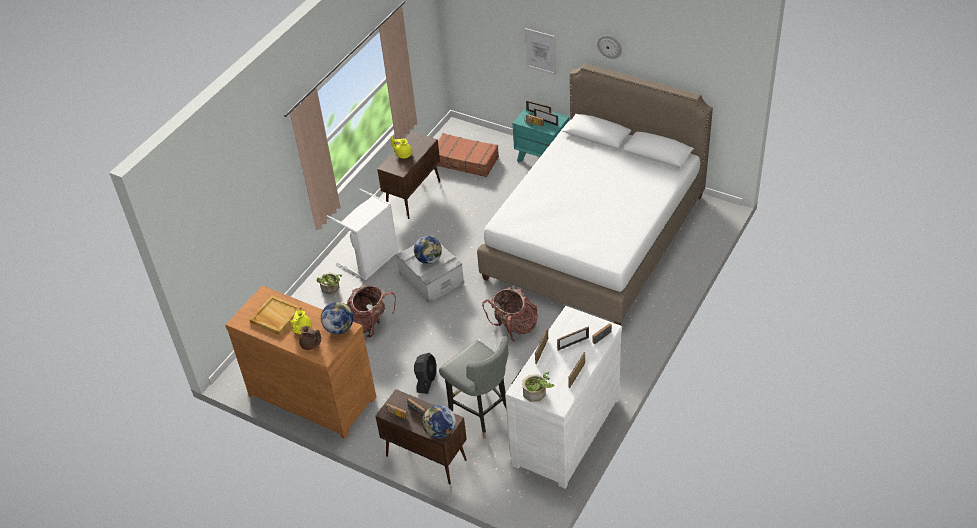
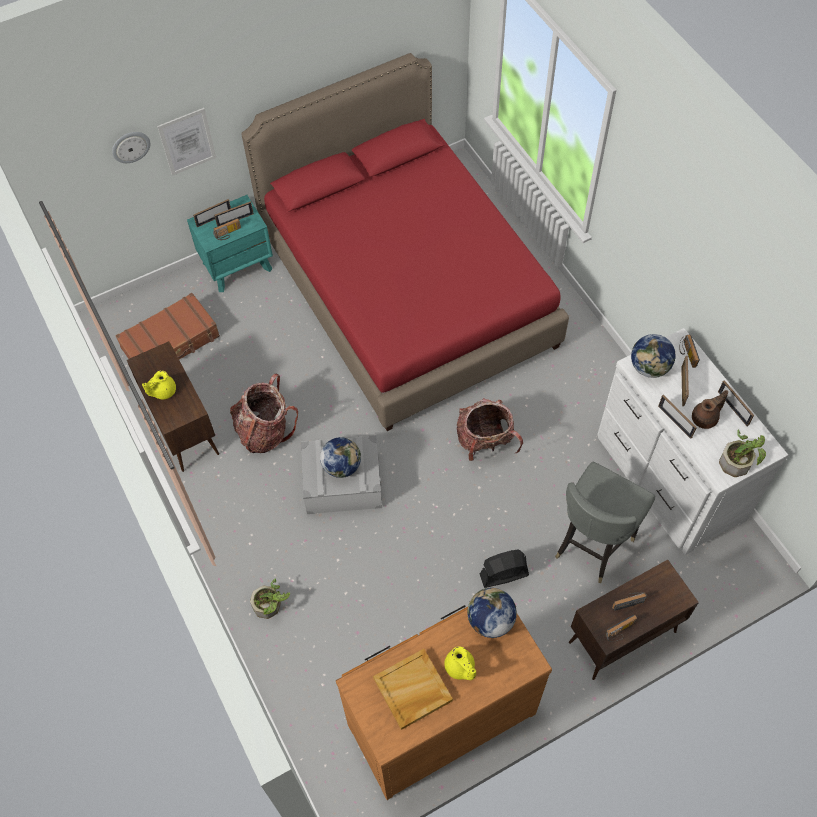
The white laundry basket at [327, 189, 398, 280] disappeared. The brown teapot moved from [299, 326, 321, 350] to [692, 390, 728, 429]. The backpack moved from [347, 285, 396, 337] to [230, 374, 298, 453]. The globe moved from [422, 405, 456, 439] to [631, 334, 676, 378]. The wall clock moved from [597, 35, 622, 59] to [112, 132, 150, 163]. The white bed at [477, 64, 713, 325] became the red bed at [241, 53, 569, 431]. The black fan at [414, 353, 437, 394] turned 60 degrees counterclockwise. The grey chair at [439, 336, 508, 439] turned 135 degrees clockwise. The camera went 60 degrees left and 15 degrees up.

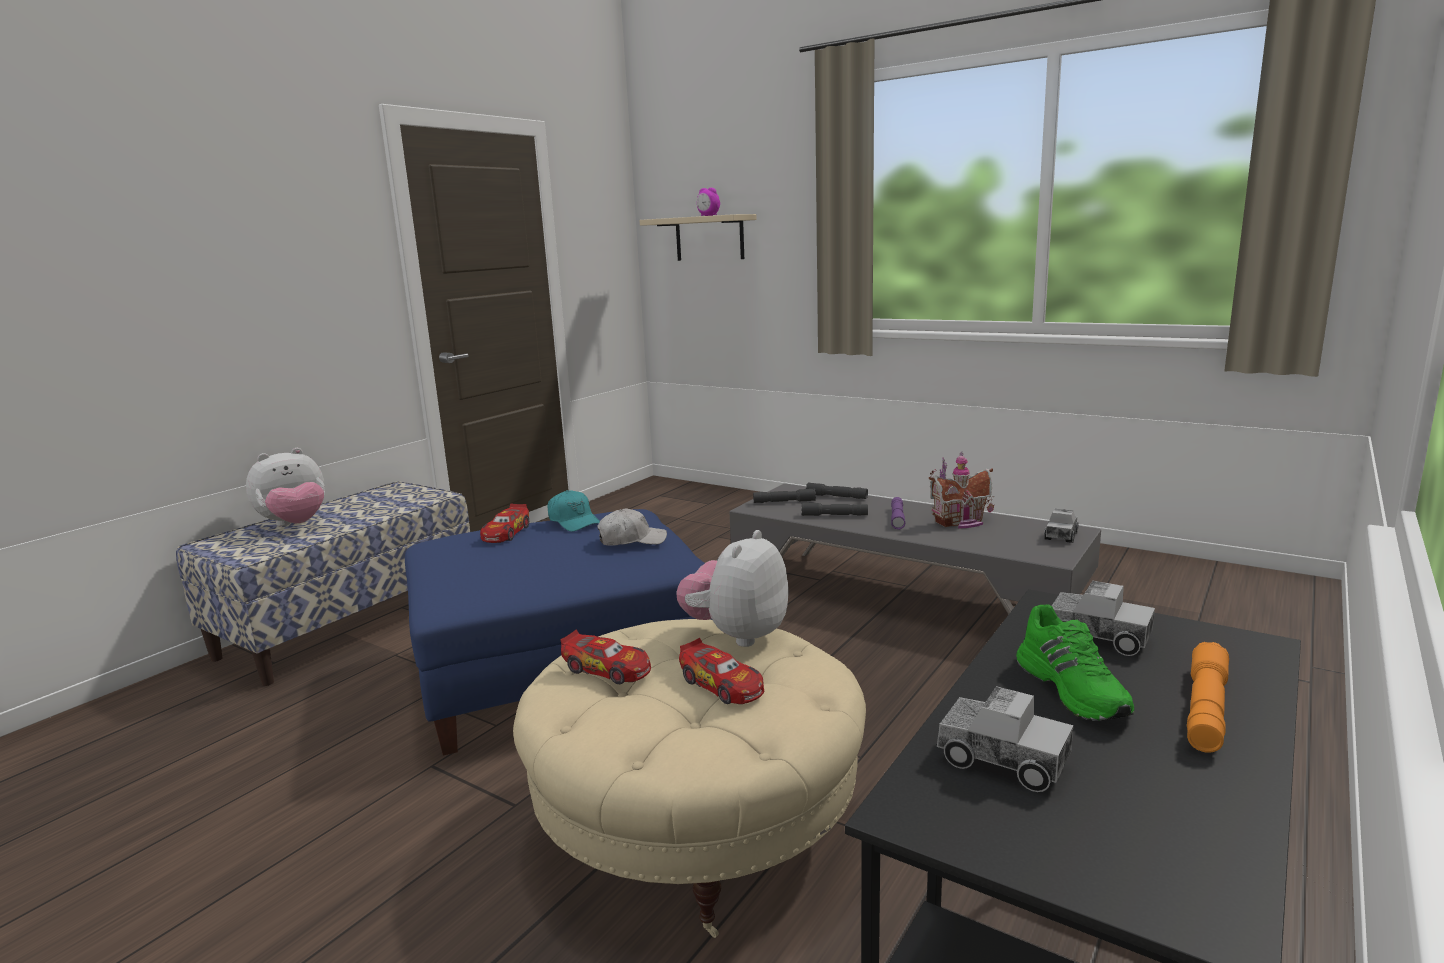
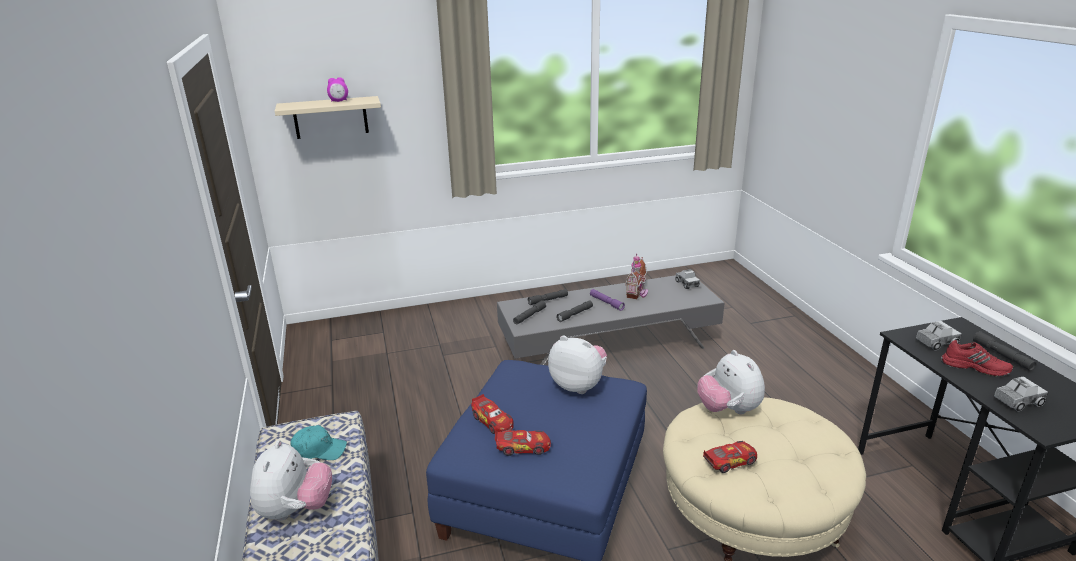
The turquoise cap moved from [547, 490, 600, 532] to [291, 425, 347, 460]. The toy car moved from [679, 638, 764, 704] to [495, 430, 551, 456]. The white cap at [597, 508, 667, 546] was replaced by the plush toy at [548, 335, 607, 394]. The green shoe at [1016, 605, 1134, 721] became the red shoe at [941, 340, 1013, 376]. The orange flashlight at [1187, 642, 1229, 753] became the grey flashlight at [973, 331, 1036, 371]. The camera went 50 degrees left and 10 degrees up.

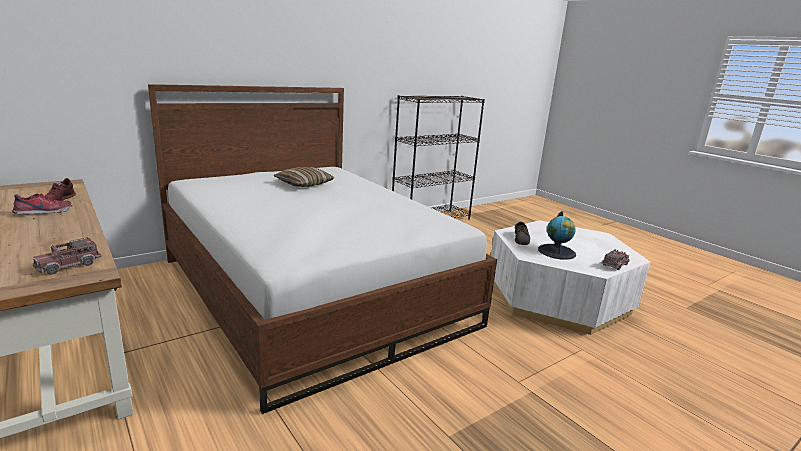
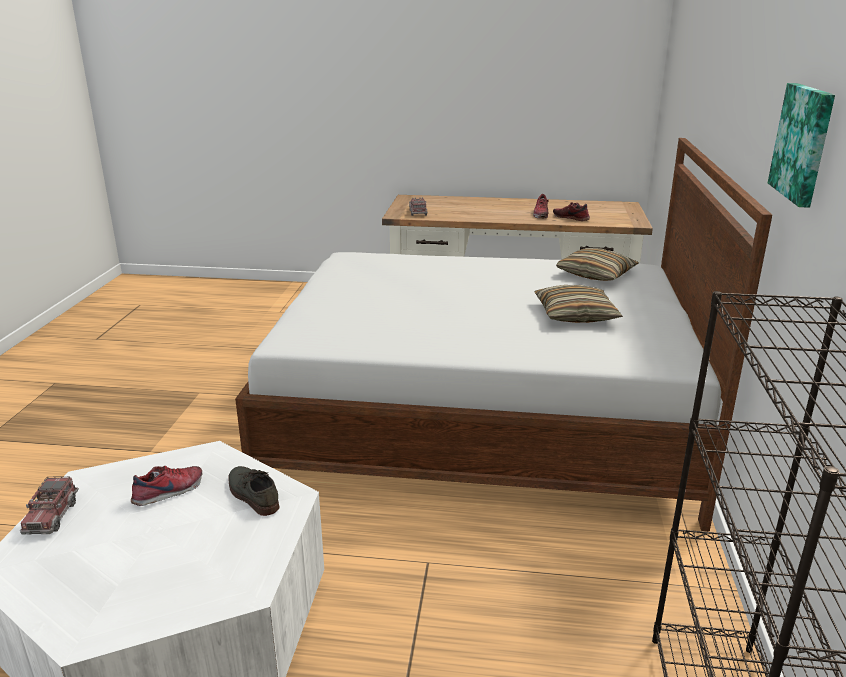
The pillow at [556, 248, 639, 281] appeared. The picture at [768, 83, 835, 208] appeared. The globe at [538, 211, 576, 260] was replaced by the shoe at [131, 466, 203, 506]. The camera went 135 degrees right and 5 degrees up.

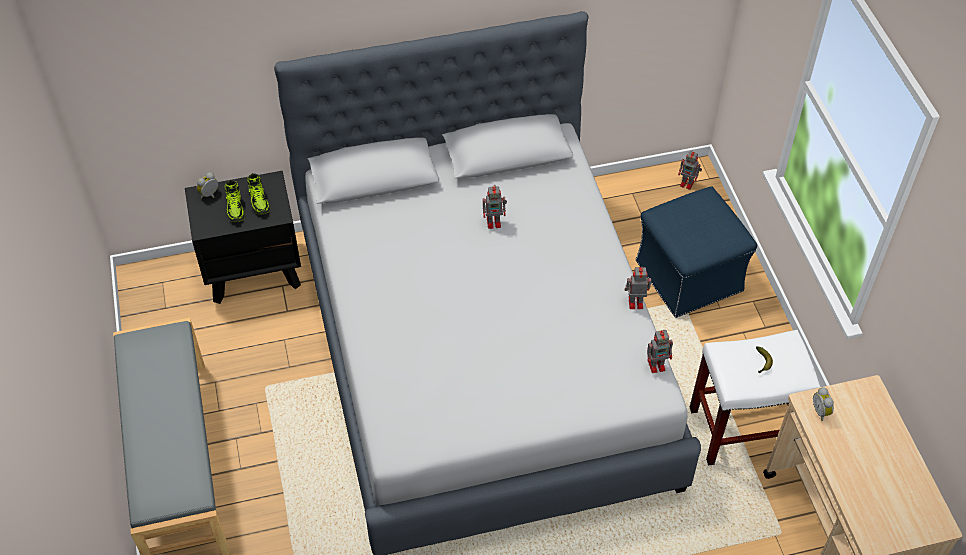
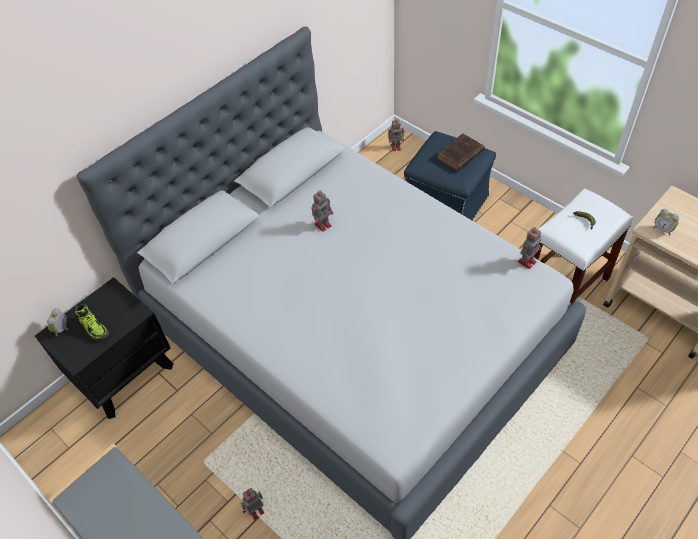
The shoe at [247, 173, 270, 215] disappeared. The brown book at [436, 133, 485, 172] appeared. The toy robot moved from [625, 266, 651, 309] to [241, 488, 264, 520]. The camera went 30 degrees left and 0 degrees up.

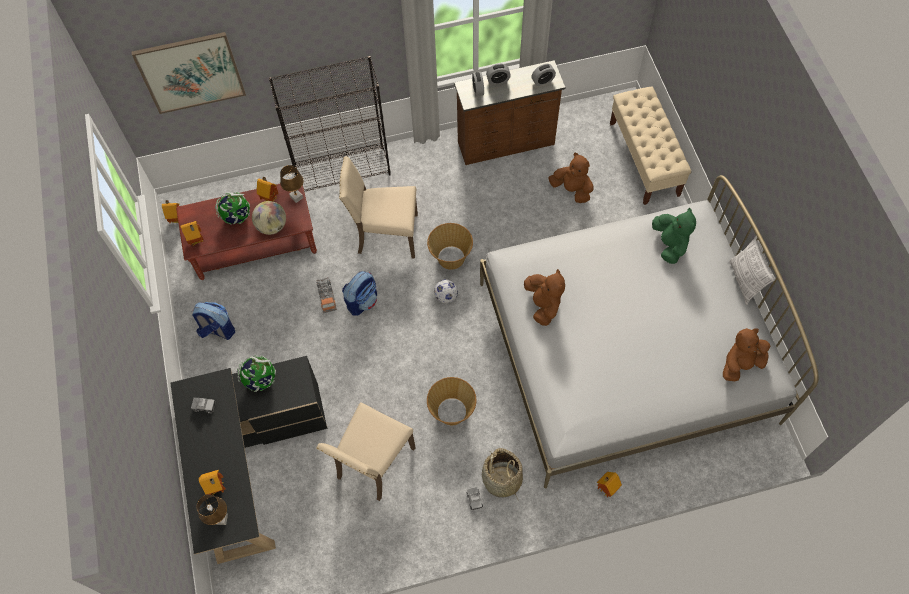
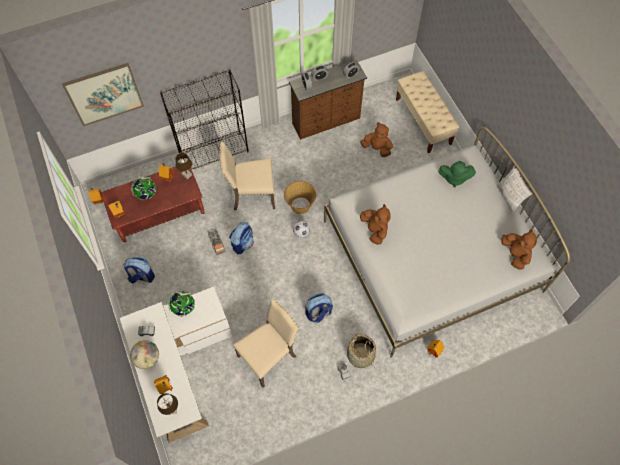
The globe moved from [252, 201, 286, 235] to [130, 340, 159, 369]. The basket at [427, 377, 476, 425] was replaced by the backpack at [305, 293, 333, 323]. The black desk at [170, 356, 328, 564] became the white desk at [120, 287, 232, 443]. The beige chair at [316, 402, 416, 501] turned 150 degrees counterclockwise. The green plush toy at [652, 208, 696, 264] turned 120 degrees clockwise. The brown plush toy at [723, 328, 770, 381] turned 105 degrees clockwise. The camera went 10 degrees left and 0 degrees up.

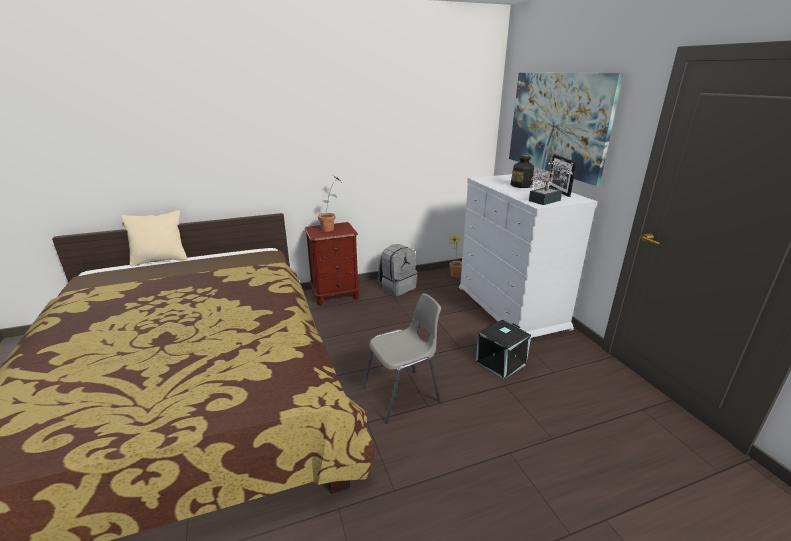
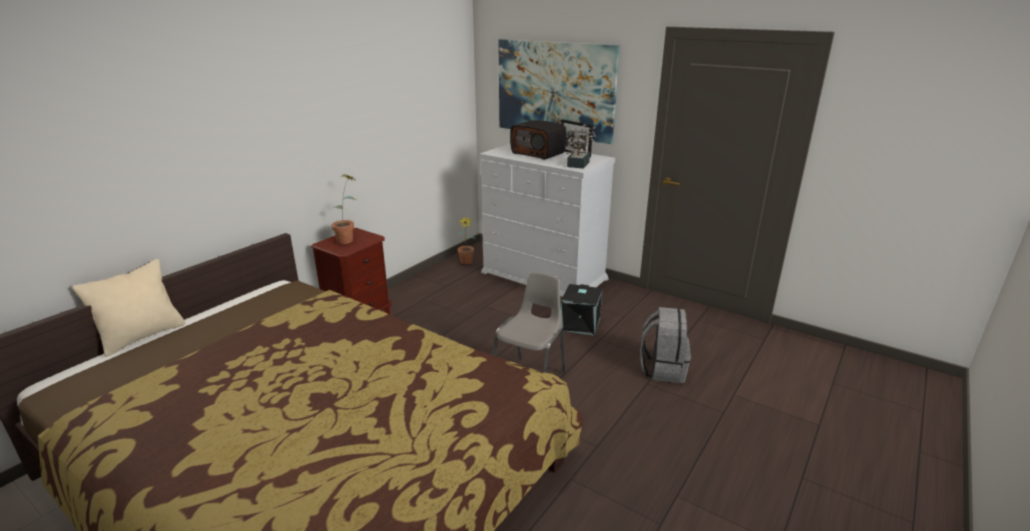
The grey backpack moved from [378, 244, 417, 296] to [640, 307, 691, 383]. The bottle at [510, 155, 534, 188] was replaced by the radio at [510, 120, 566, 160]. The camera went 35 degrees left and 0 degrees up.

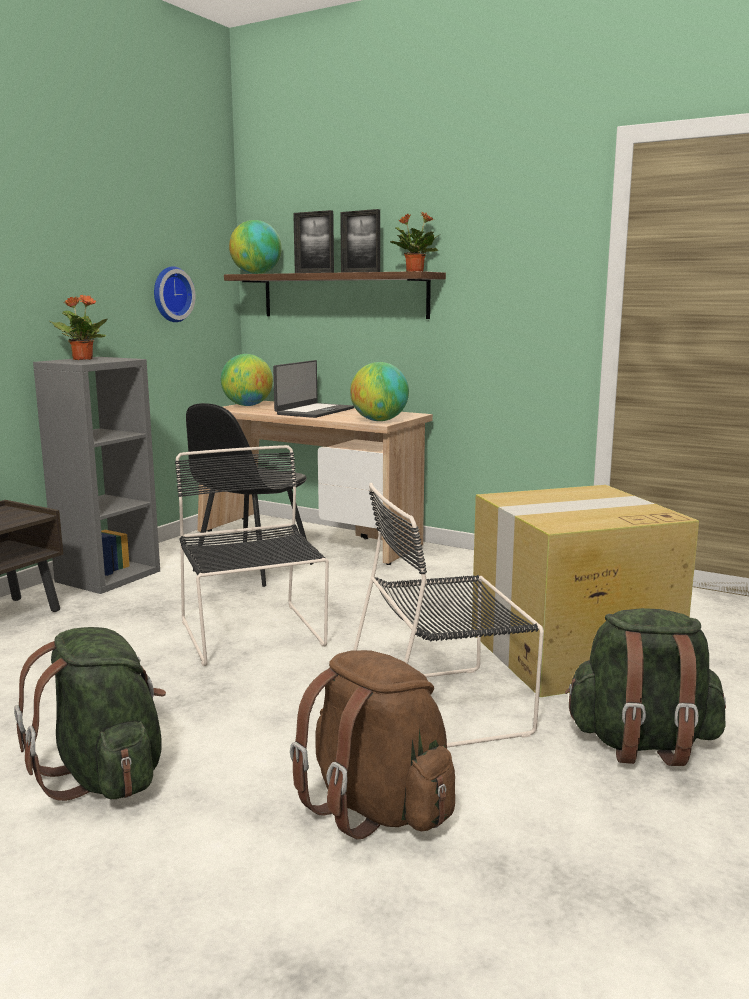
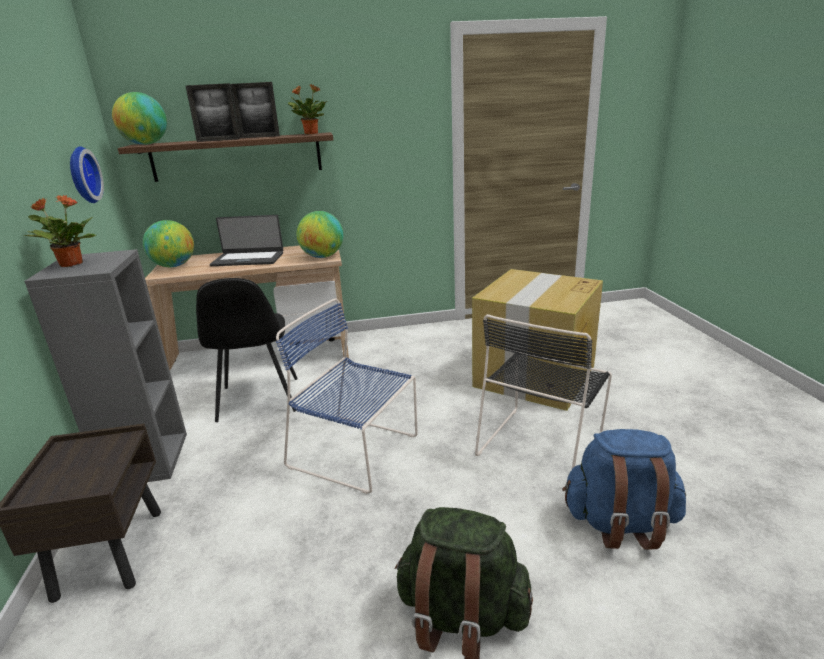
The green backpack at [565, 608, 726, 766] disappeared. The black chair at [175, 445, 329, 666] became the blue chair at [276, 298, 418, 494]. The brown backpack at [290, 650, 455, 839] became the blue backpack at [562, 429, 686, 550]. The laptop at [273, 360, 354, 418] turned 105 degrees clockwise. The camera went 40 degrees left and 10 degrees up.

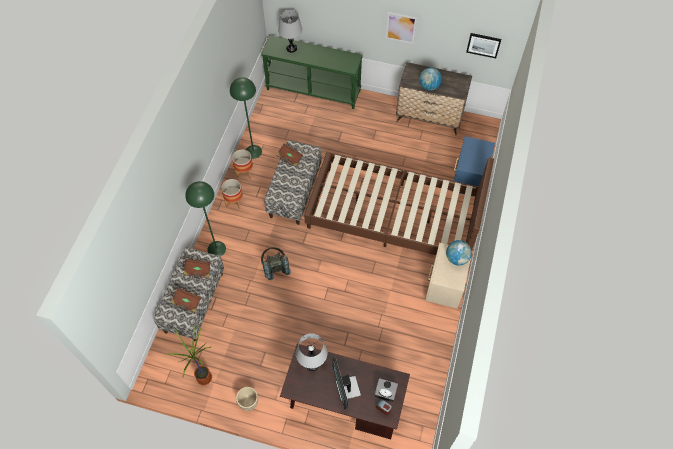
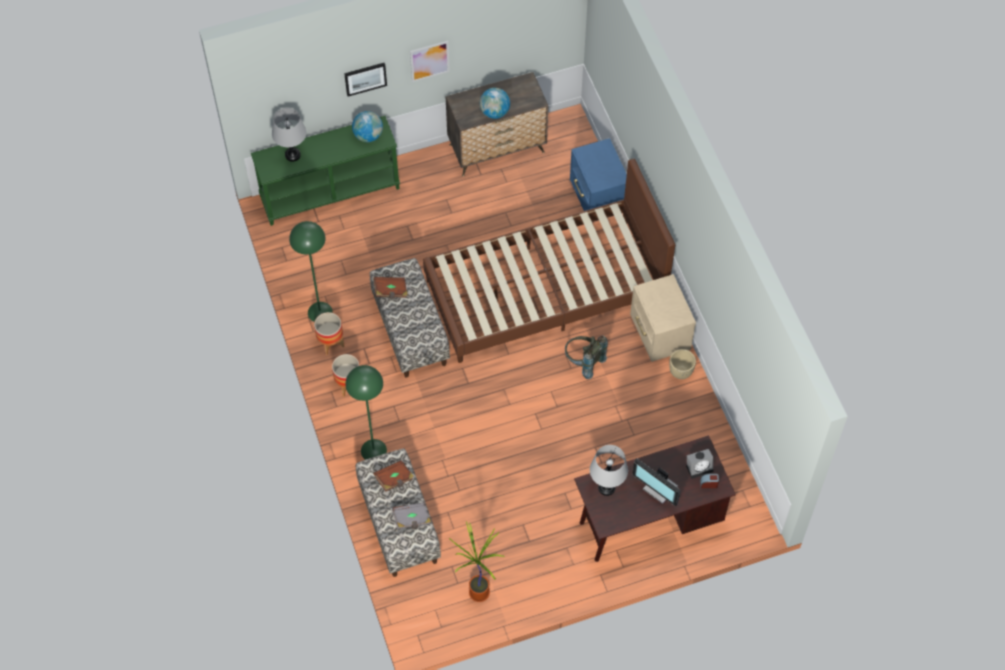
The beige planter moved from [236, 387, 258, 411] to [669, 349, 696, 379]. The grey backpack moved from [261, 247, 291, 280] to [565, 335, 608, 379]. The globe moved from [446, 240, 472, 265] to [352, 111, 383, 142]. The picture moved from [466, 33, 501, 58] to [344, 63, 387, 97]. The brown book at [171, 288, 201, 313] became the grey book at [392, 502, 431, 529]. The camera went 35 degrees left and 0 degrees up.

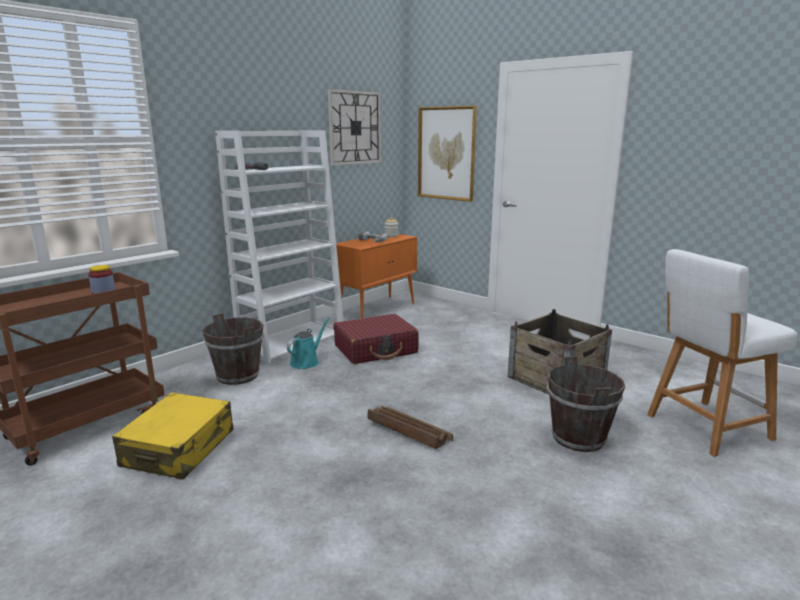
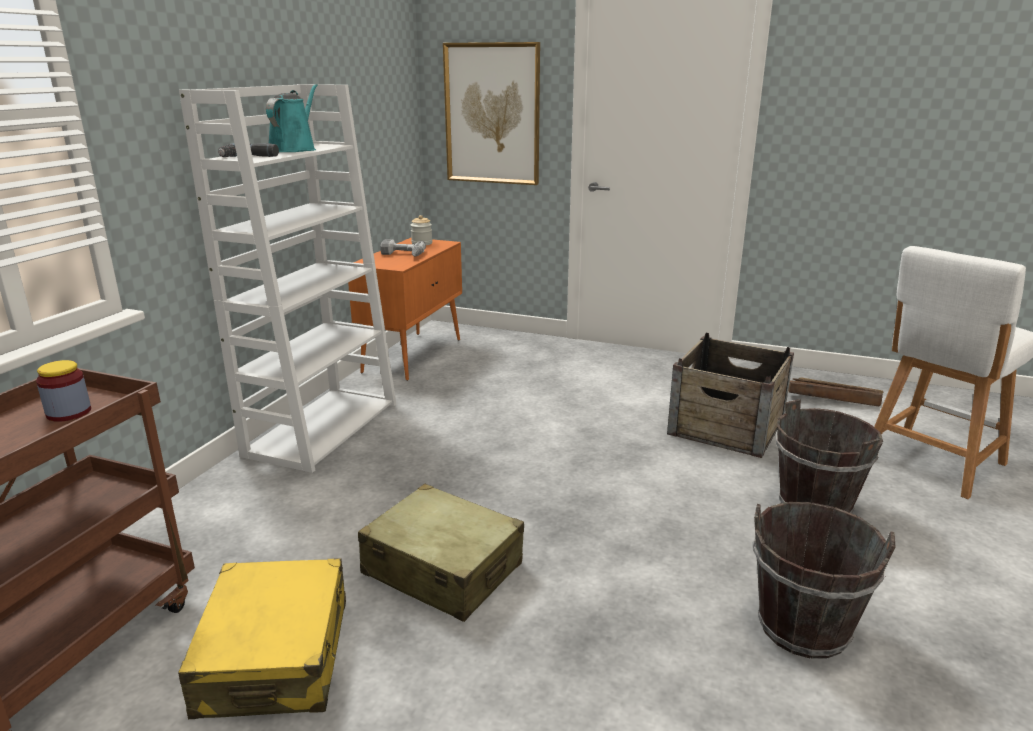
The wall clock at [328, 89, 381, 166] disappeared. The red suitcase at [334, 314, 419, 364] disappeared. The beige suitcase at [358, 484, 524, 622] appeared. The brown bucket moved from [202, 313, 264, 385] to [753, 502, 896, 659]. The turquoise watering can moved from [287, 317, 330, 369] to [266, 84, 318, 152]. The crate moved from [367, 406, 453, 449] to [788, 377, 884, 406]. The camera went 20 degrees left and 5 degrees up.

